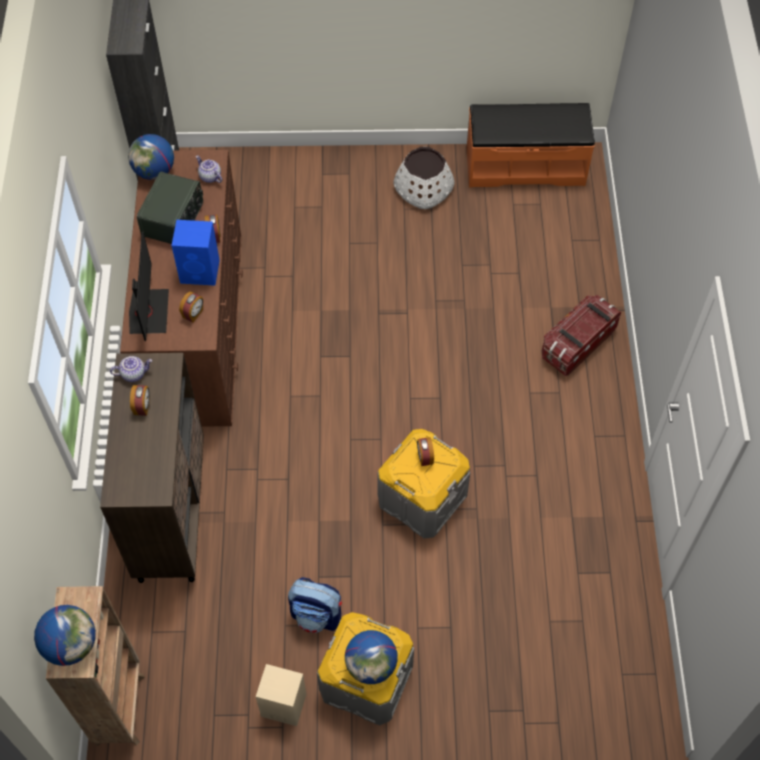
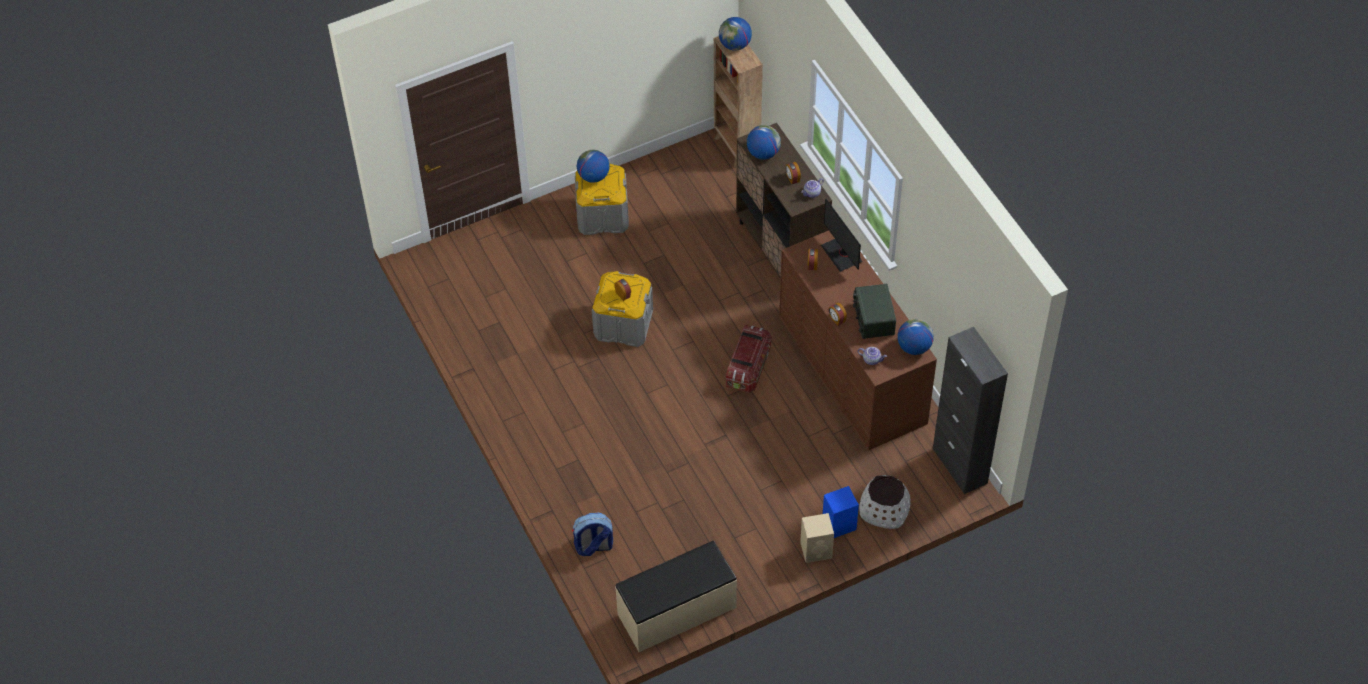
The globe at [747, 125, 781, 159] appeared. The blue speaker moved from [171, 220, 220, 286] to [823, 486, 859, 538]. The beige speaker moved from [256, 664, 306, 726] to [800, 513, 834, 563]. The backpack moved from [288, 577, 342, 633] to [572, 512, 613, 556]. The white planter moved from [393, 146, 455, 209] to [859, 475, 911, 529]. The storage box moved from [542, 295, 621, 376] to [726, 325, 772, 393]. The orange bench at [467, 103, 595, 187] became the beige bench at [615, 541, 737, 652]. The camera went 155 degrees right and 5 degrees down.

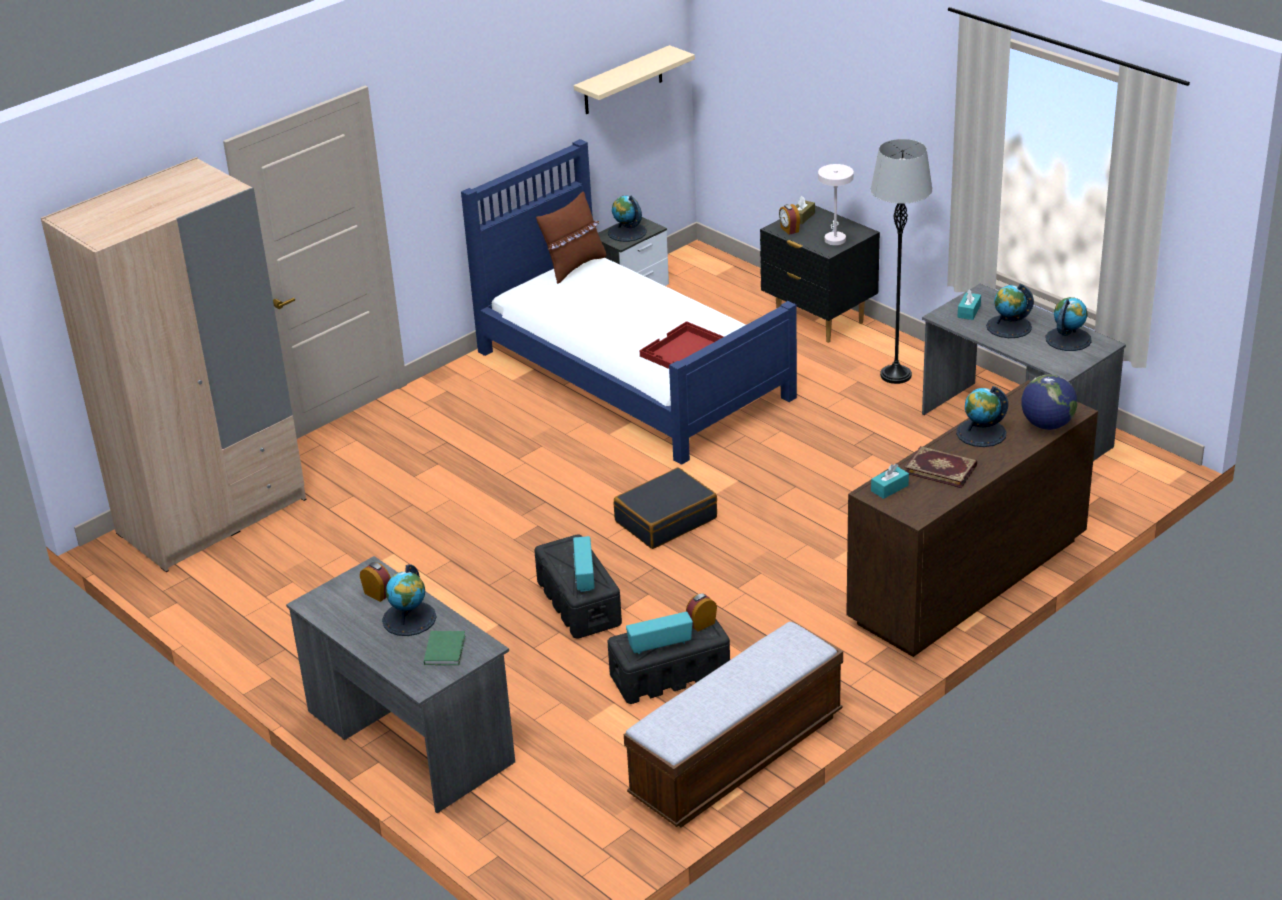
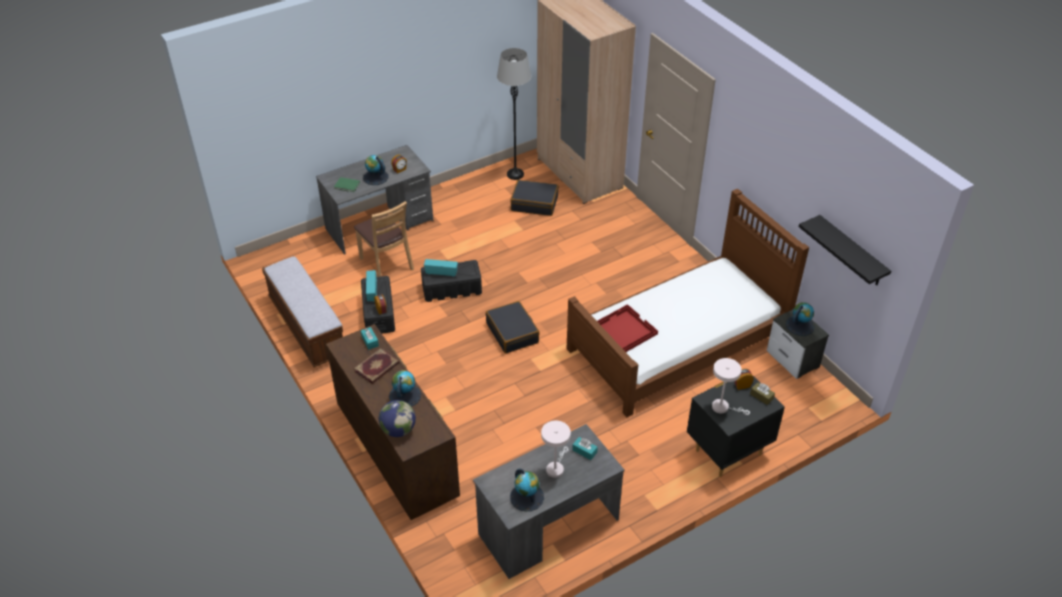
The brown pillow at [536, 192, 606, 284] disappeared. The brown chair at [354, 201, 414, 277] appeared. The black suitcase at [510, 180, 559, 216] appeared. The grey floor lamp moved from [871, 139, 933, 384] to [497, 48, 531, 180]. The globe at [986, 284, 1034, 338] was replaced by the white table lamp at [541, 420, 571, 478]. The blue bed at [461, 139, 797, 465] became the brown bed at [567, 189, 809, 417]. The beige shelf at [574, 45, 695, 114] became the black shelf at [799, 215, 891, 285]. The camera went 100 degrees right and 10 degrees up.

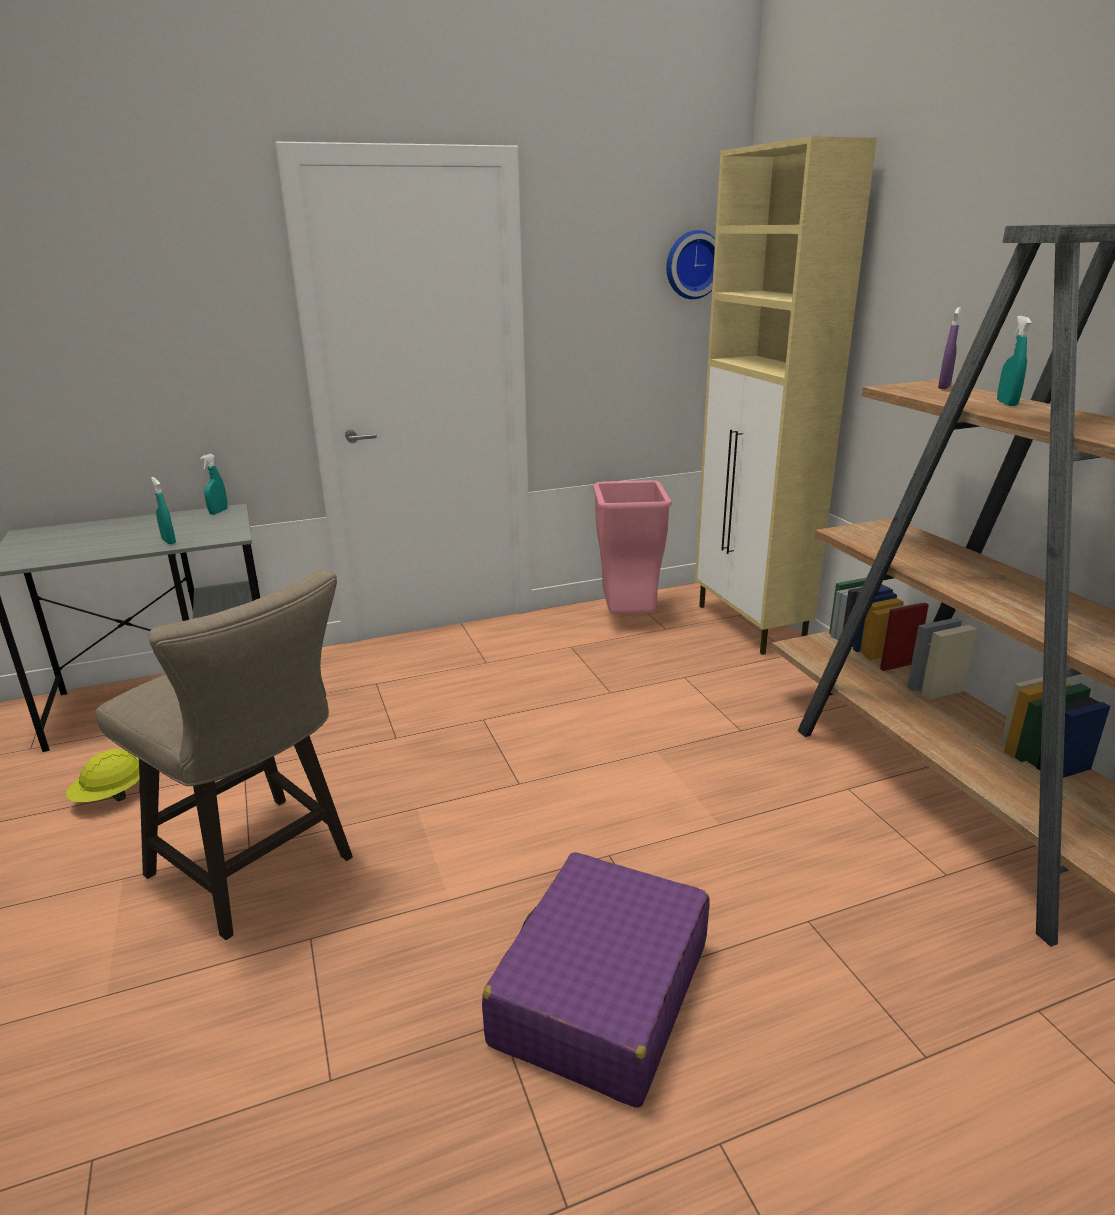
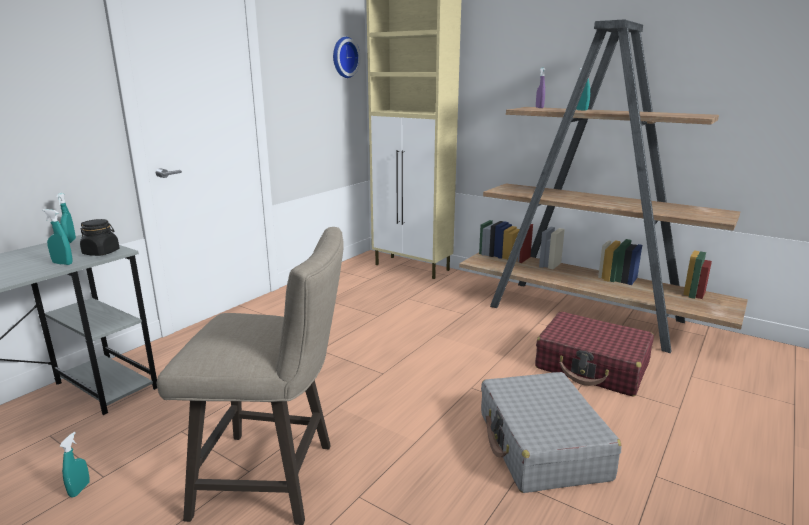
The pink trash can at [593, 480, 672, 614] disappeared. The black jar at [80, 219, 119, 256] appeared. The red suitcase at [535, 311, 654, 397] appeared. The yellow hard hat at [66, 749, 140, 802] was replaced by the turquoise spray bottle at [60, 432, 90, 498]. The purple suitcase at [482, 852, 709, 1108] became the grey suitcase at [481, 372, 621, 493]. The camera went 35 degrees left and 5 degrees down.

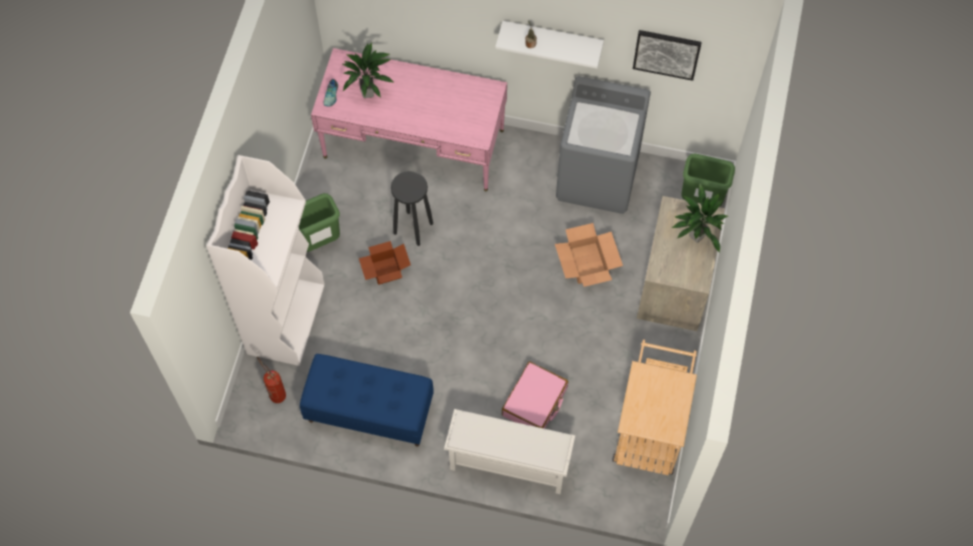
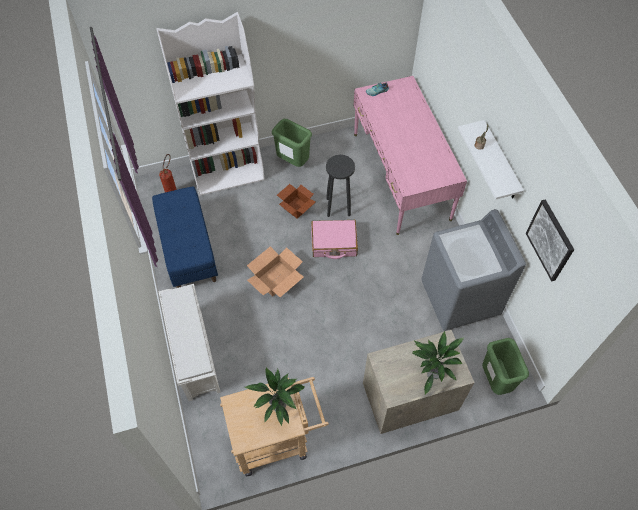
The potted plant moved from [343, 42, 395, 98] to [245, 367, 305, 426]. The pink suitcase moved from [502, 362, 568, 429] to [311, 220, 358, 259]. The cardboard box moved from [555, 223, 623, 287] to [247, 246, 303, 297]. The camera went 60 degrees right and 5 degrees down.

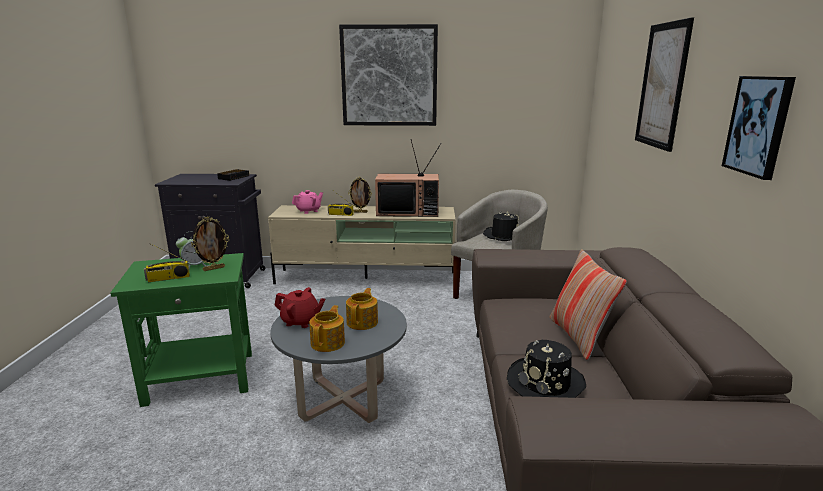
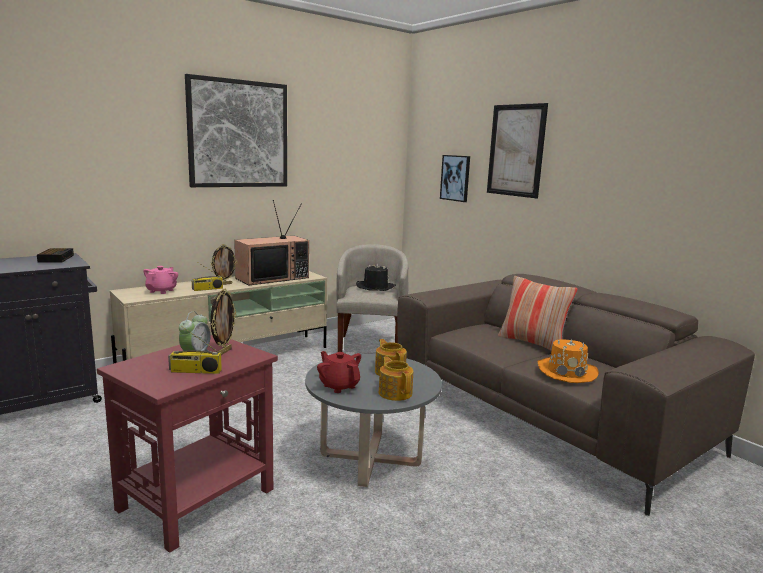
The picture moved from [722, 76, 796, 180] to [440, 155, 470, 202]. The green side table at [110, 253, 252, 407] became the red side table at [97, 335, 278, 553]. The black hat at [507, 340, 586, 398] became the orange hat at [537, 339, 599, 383]. The radio at [144, 243, 190, 282] turned 60 degrees clockwise. The red teapot at [274, 287, 326, 328] turned 105 degrees counterclockwise. The camera went 40 degrees left and 5 degrees down.

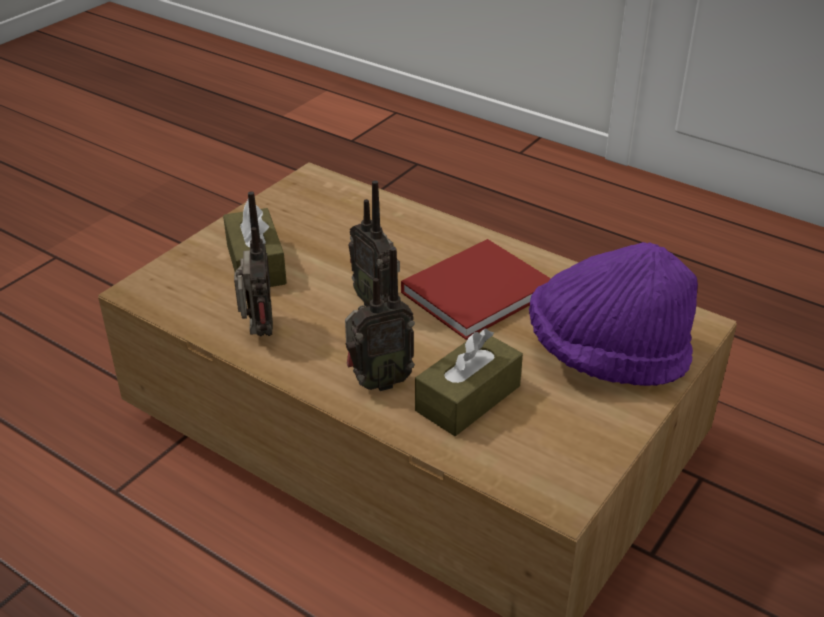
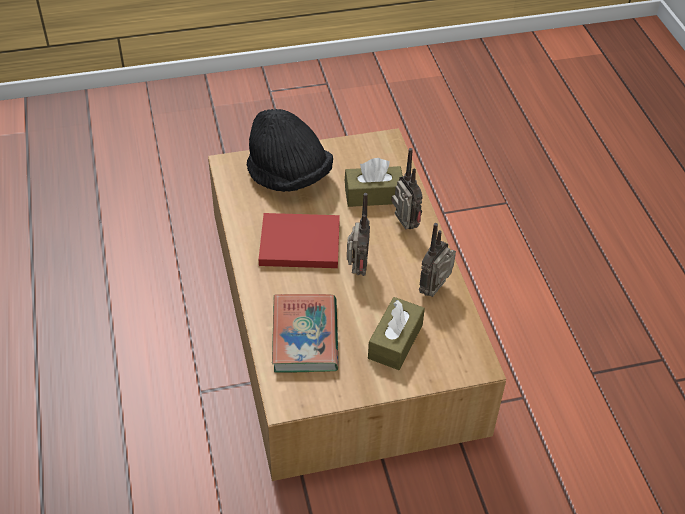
The book at [272, 294, 339, 373] appeared. The purple hat at [529, 242, 698, 386] became the black hat at [246, 109, 333, 192]. The radio at [345, 247, 415, 391] turned 45 degrees clockwise. The camera went 140 degrees left and 10 degrees up.

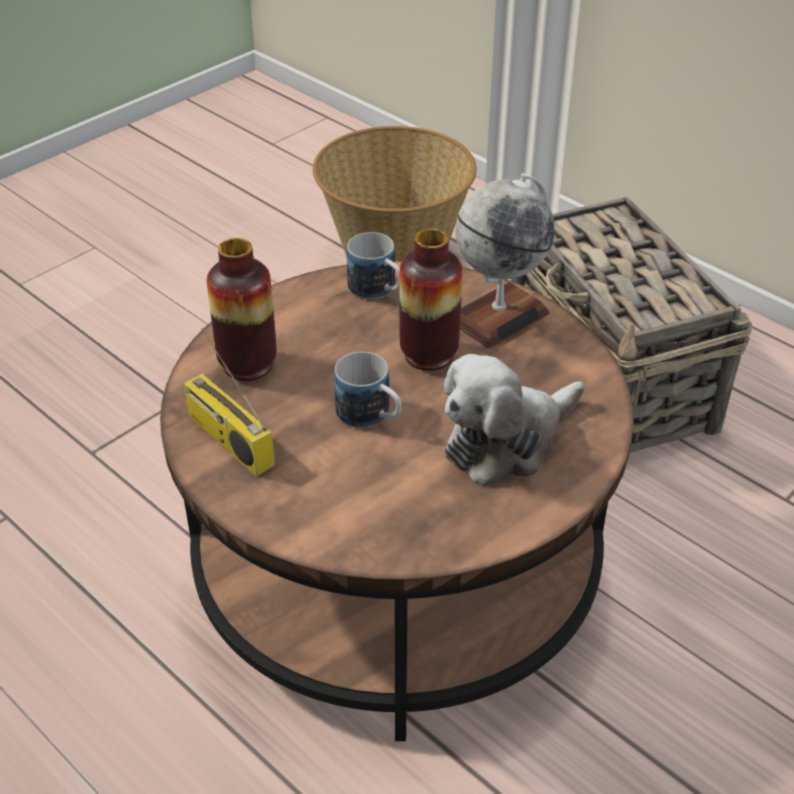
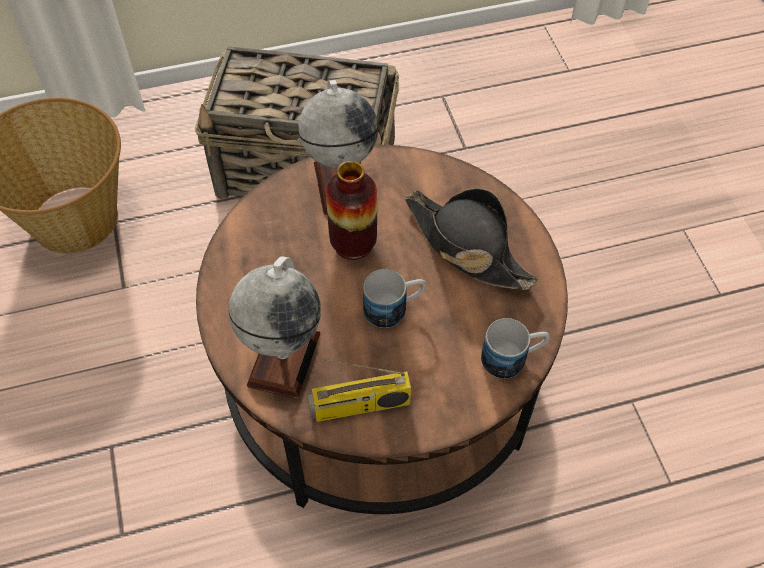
The mug moved from [347, 232, 400, 299] to [481, 318, 550, 379]. The vase at [207, 238, 277, 381] was replaced by the globe at [229, 256, 321, 399]. The plush toy at [444, 354, 584, 487] was replaced by the black hat at [405, 188, 538, 290]. The camera went 60 degrees left and 15 degrees up.

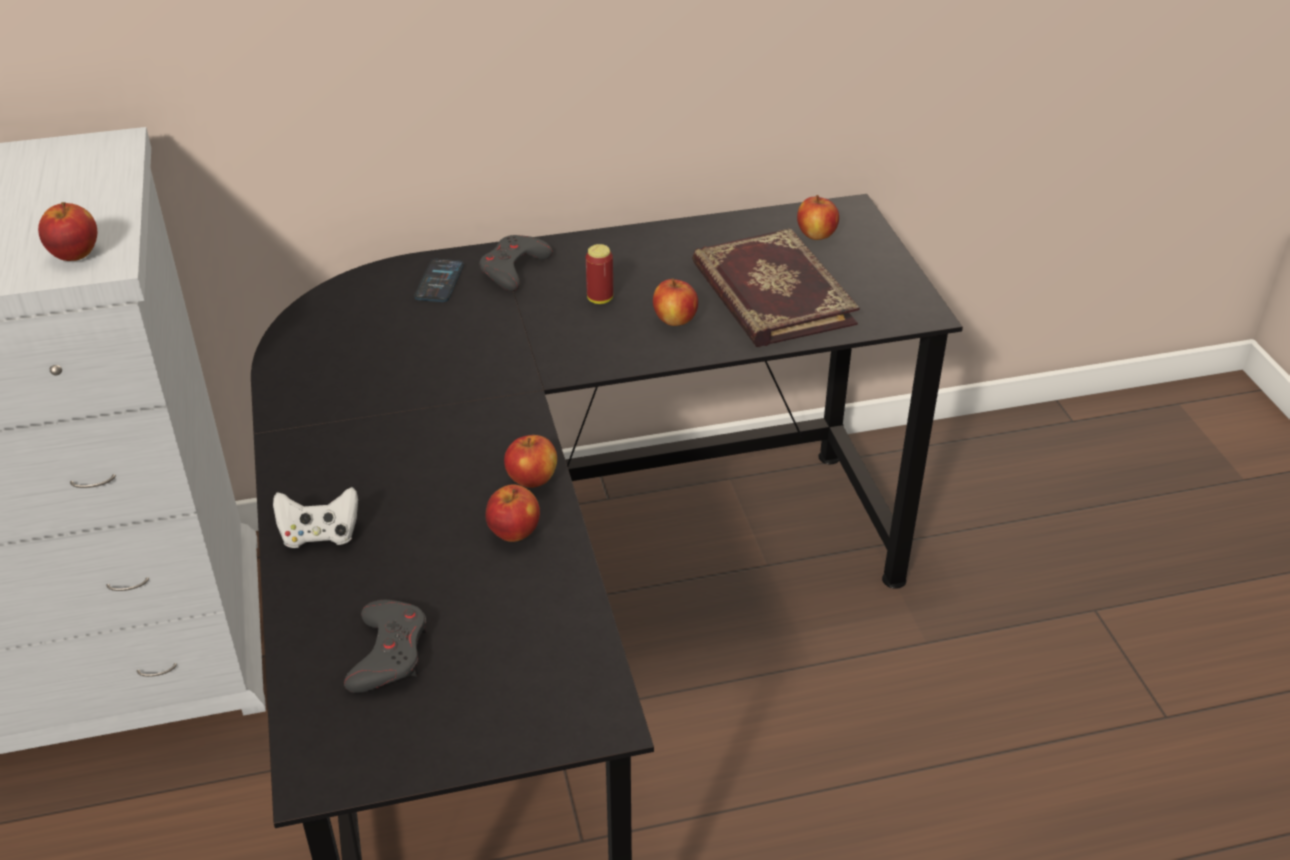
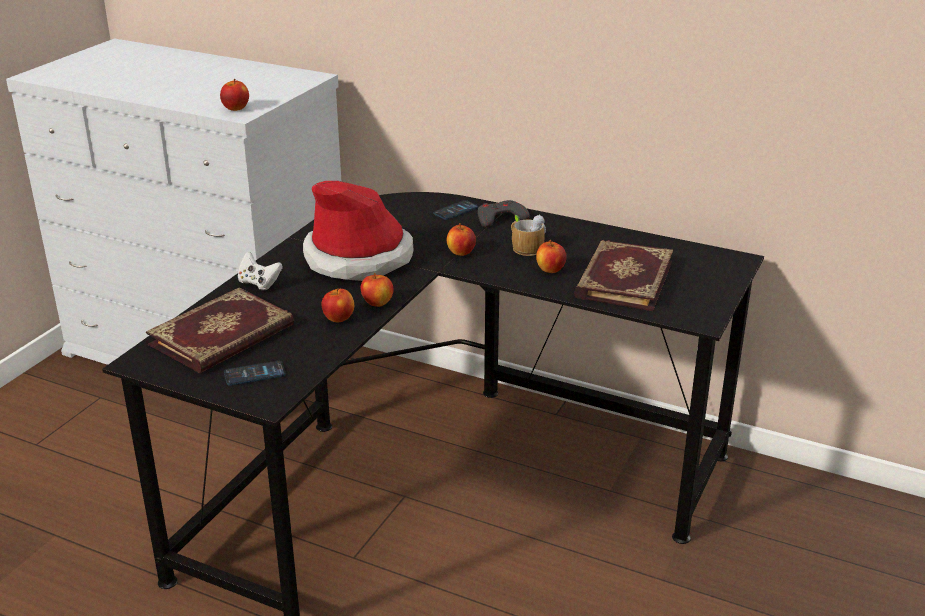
The phone at [224, 361, 286, 386] appeared. The hat at [303, 181, 413, 281] appeared. The apple moved from [797, 195, 839, 240] to [447, 223, 476, 256]. The grey game controller at [344, 600, 426, 693] was replaced by the book at [146, 288, 294, 373]. The can at [586, 244, 613, 304] was replaced by the mug at [511, 214, 546, 256]. The camera went 40 degrees right and 10 degrees down.

